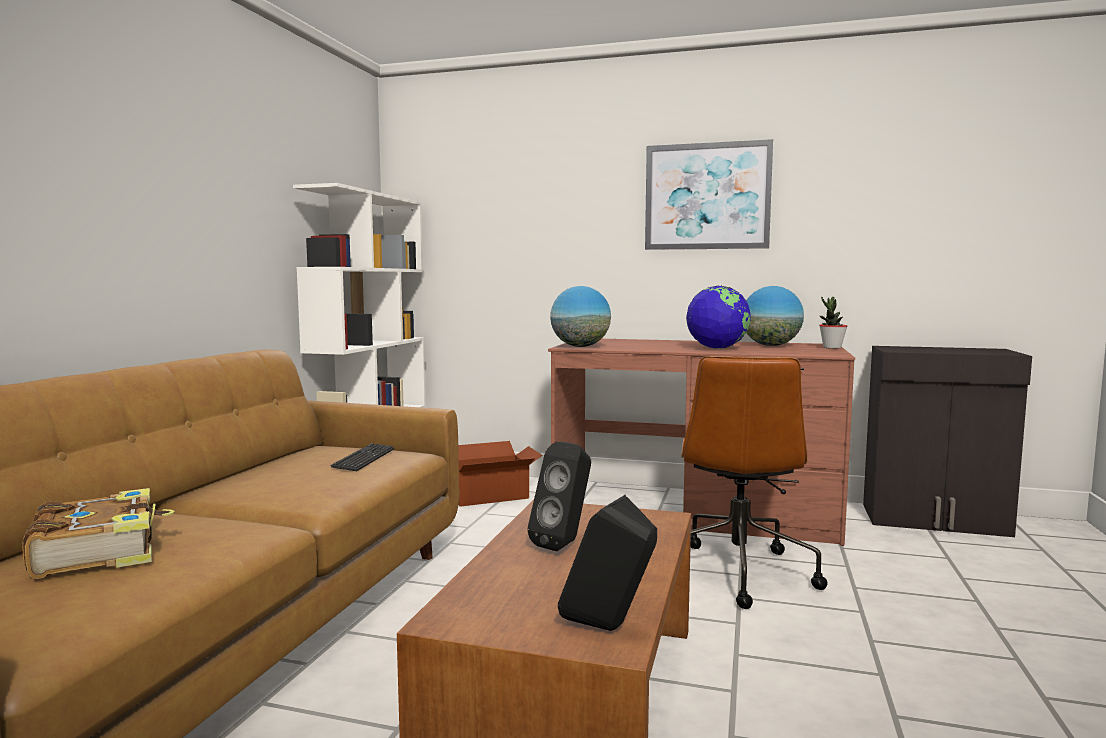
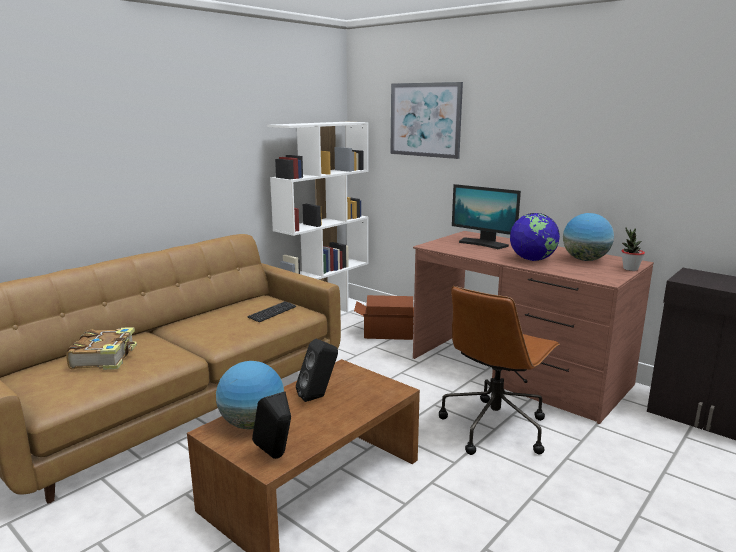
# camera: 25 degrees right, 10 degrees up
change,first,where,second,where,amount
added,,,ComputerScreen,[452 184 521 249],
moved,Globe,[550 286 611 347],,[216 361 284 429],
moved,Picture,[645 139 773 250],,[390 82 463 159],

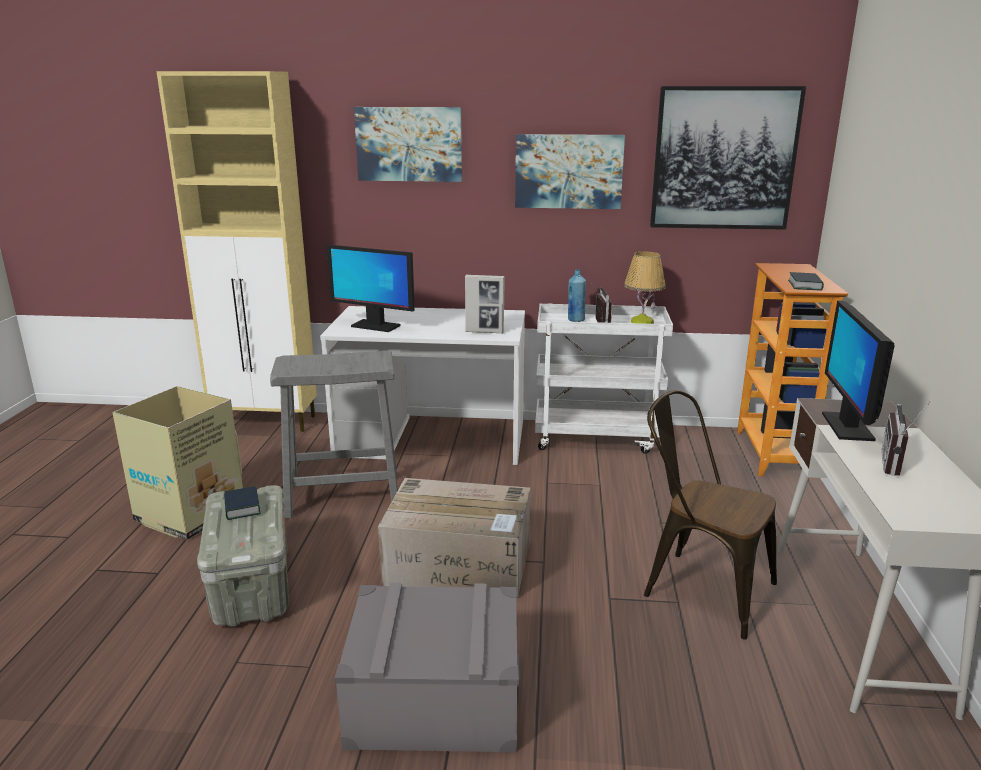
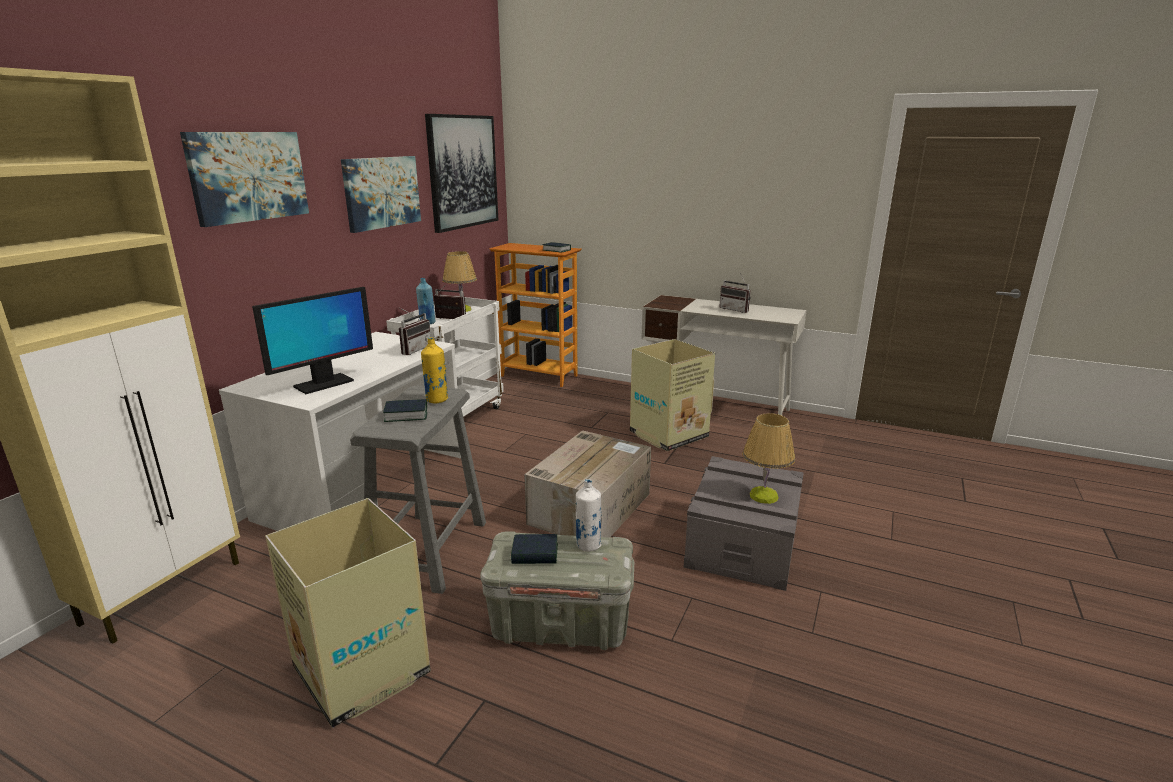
# camera: 70 degrees left, 0 degrees up
change,first,where,second,where,amount
removed,ComputerScreen,[822 300 895 441],,,
added,,,BoundBook,[383 399 427 422],
added,,,YellowishDrinkBottle,[421 338 448 403],
added,,,WhitishDrinkBottle,[576 479 602 552],
added,,,TableLamp,[743 413 795 504],
replaced,PictureFrame,[465 275 505 333],RadioReceiver,[398 307 431 355],
replaced,BrownColouredUprightChair,[644 390 777 640],PackingBox,[630 339 715 451],

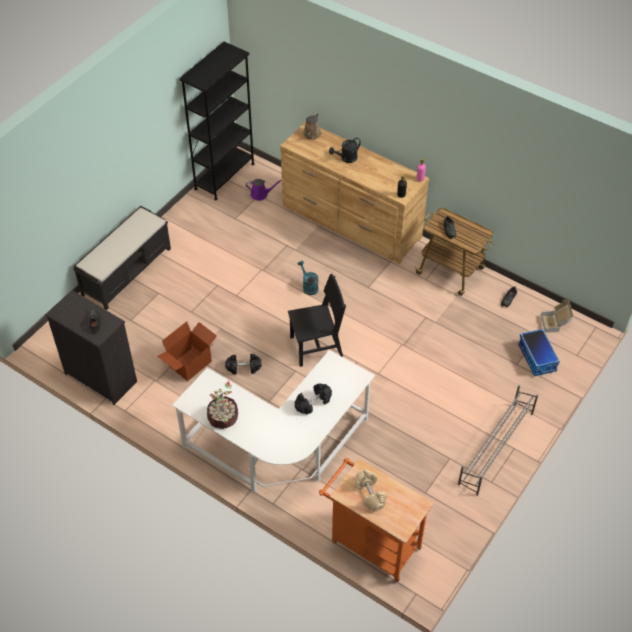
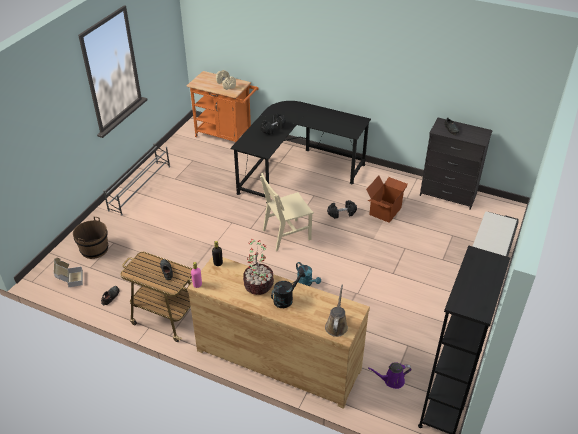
# camera: 170 degrees right, 10 degrees down
change,first,where,second,where,amount
moved,PlantInAPot,[207 381 238 429],,[243 239 274 295],
replaced,StorageBin,[518 328 560 376],BrownColouredBucket,[73 217 108 259],
recoloured,WhitishDeskUnit,[172 350 375 492],BlackColouredDeskUnit,[230 101 371 204],
recoloured,BlackColouredUprightChair,[288 274 346 367],BeigeColouredUprightChair,[260 173 314 251],

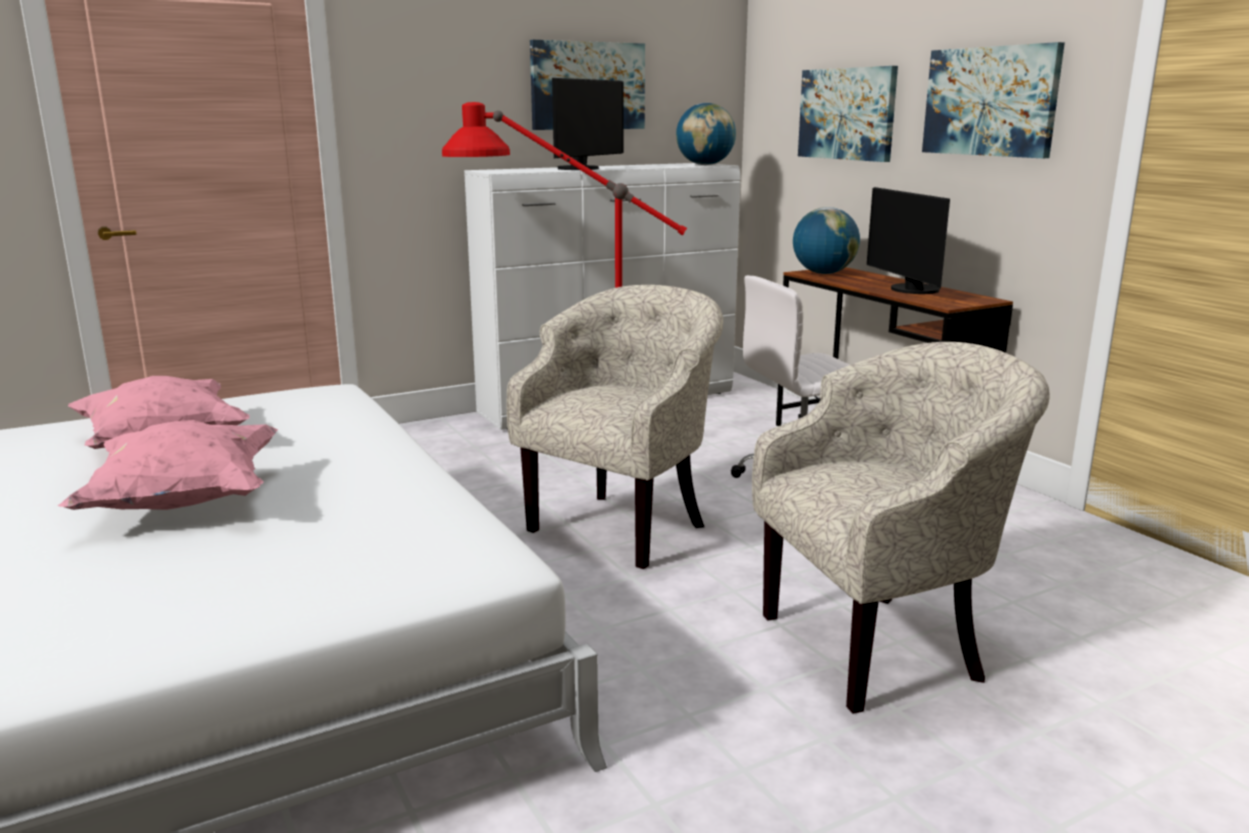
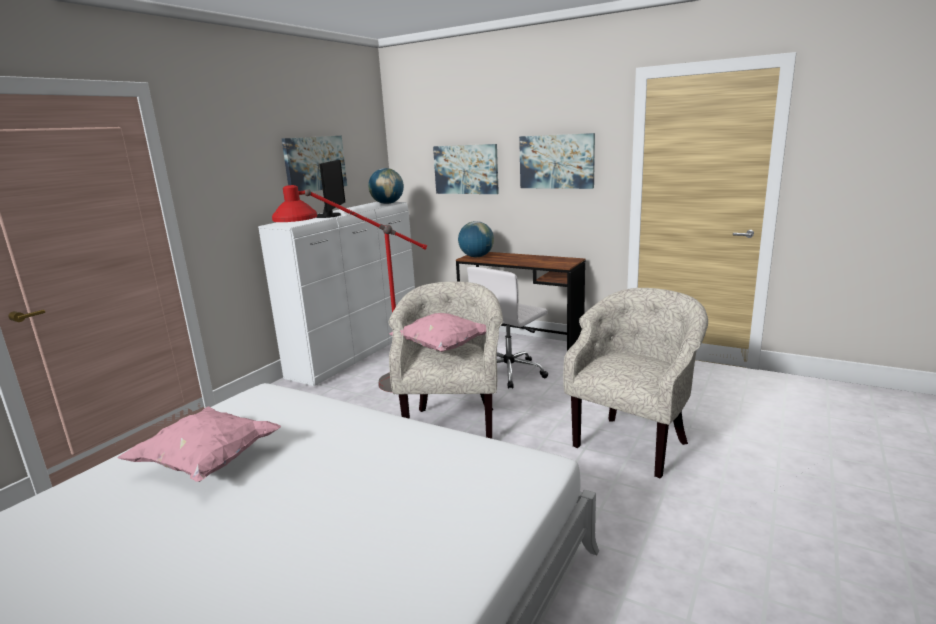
# camera: 30 degrees left, 0 degrees up
change,first,where,second,where,amount
removed,ComputerScreen,[867 187 950 294],,,
moved,PinkColouredPillow,[58 420 278 510],,[389 313 486 352],

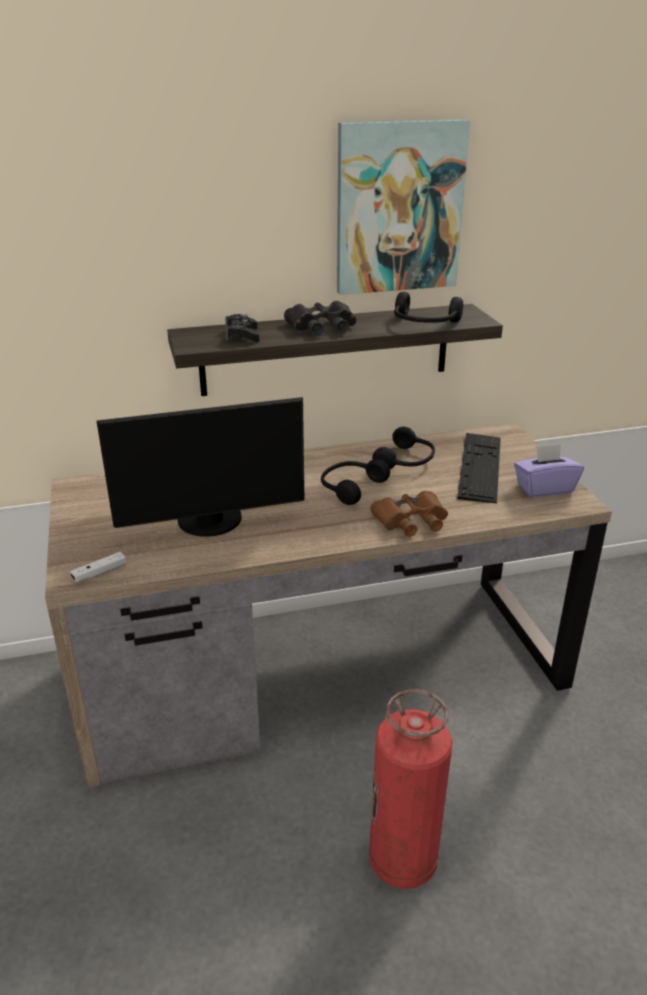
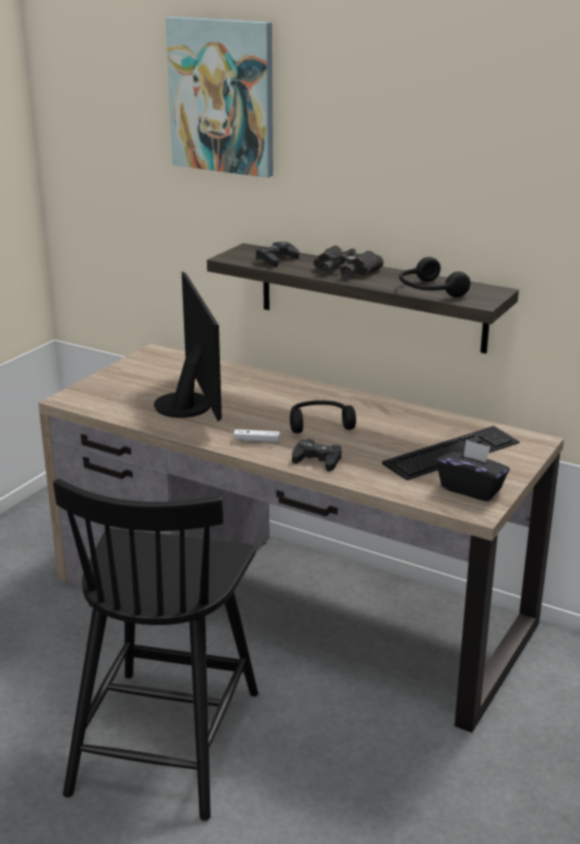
# camera: 45 degrees right, 5 degrees down
change,first,where,second,where,amount
removed,BlackColouredHeadset,[372 427 435 469],,,
moved,WhitishJoypad,[70 552 126 582],,[233 429 280 443],
moved,Picture,[337 119 470 295],,[165 17 273 178],
replaced,Extinguisher,[369 689 453 889],BlackColouredUprightChair,[53 478 258 821],
replaced,BrownColouredBinoculars,[370 491 448 537],BlackColouredJoypad,[292 439 342 472],
recoloured,PurplishTissueHolder,[514 444 584 497],BlackColouredTissueHolder,[437 439 510 501],
turned,ComputerScreen,[97 397 304 537],,[154 272 222 422],135 degrees counterclockwise

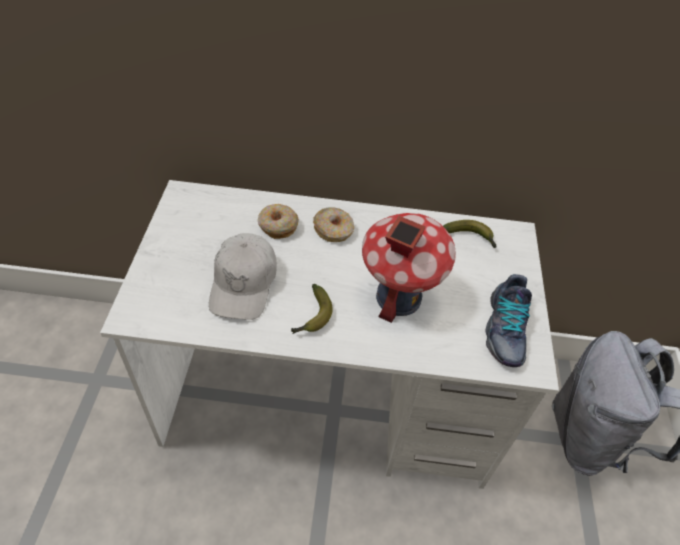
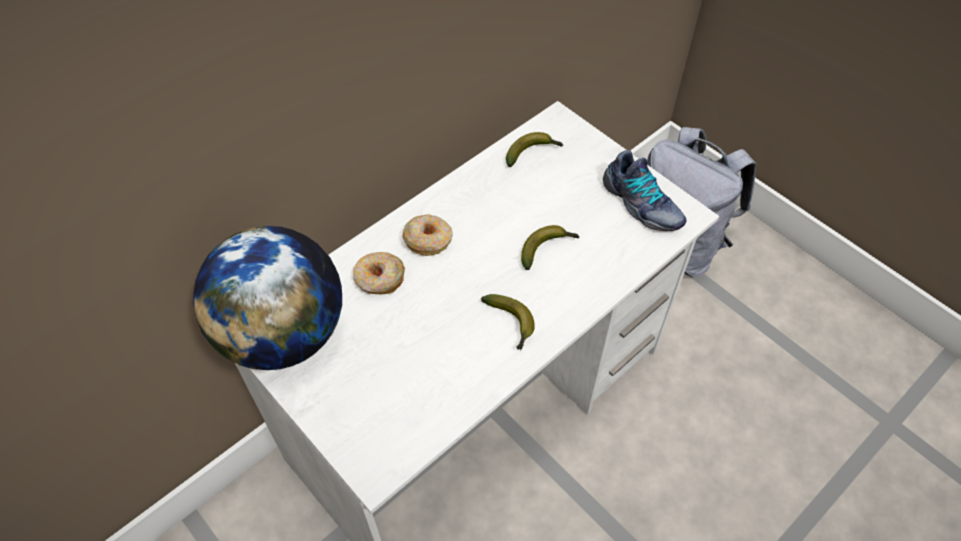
# camera: 45 degrees left, 5 degrees up
change,first,where,second,where,amount
removed,WhitishCap,[209 233 276 320],,,
added,,,Globe,[193 226 342 370],
replaced,MiniatureHouse,[362 213 456 323],BananaFruit,[521 225 579 270],

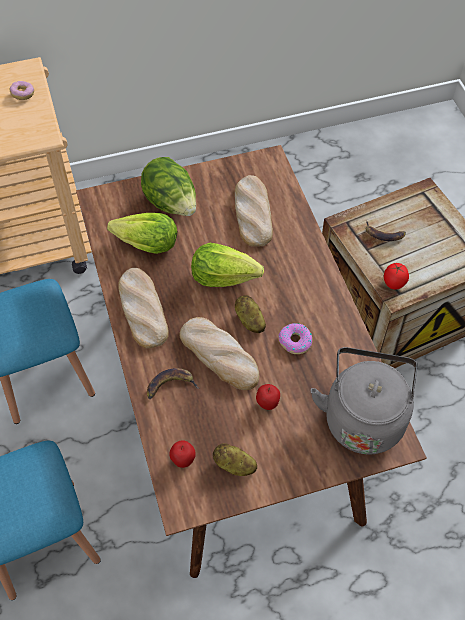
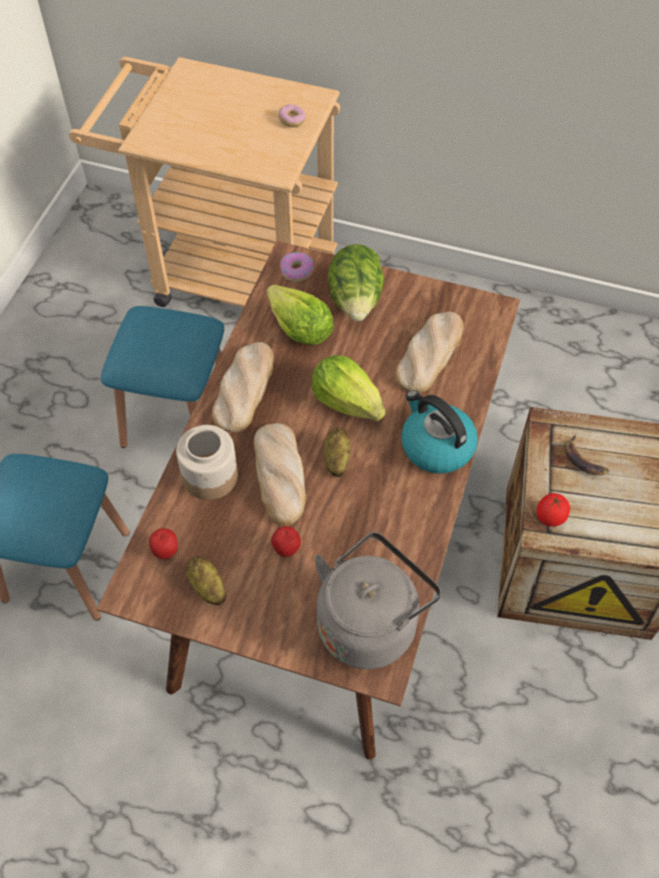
# camera: 35 degrees right, 0 degrees up
change,first,where,second,where,amount
added,,,WaterKettle,[401 390 478 474],
moved,RingDoughnut,[278 323 312 354],,[280 252 314 282],
replaced,BananaFruit,[147 368 199 399],StorageJar,[176 425 238 500],

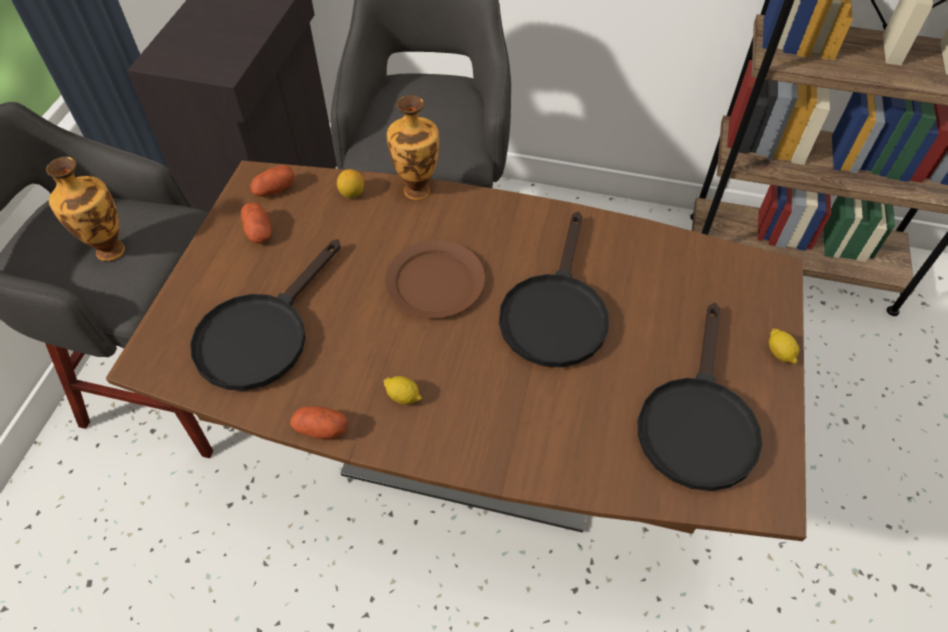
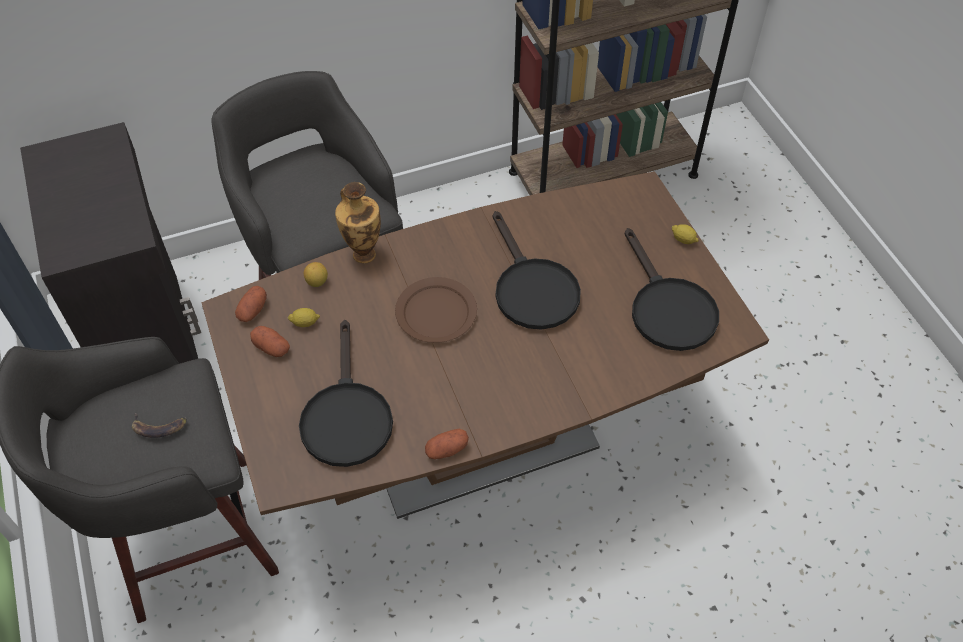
# camera: 35 degrees left, 0 degrees up
change,first,where,second,where,amount
moved,Lemon,[383 376 422 405],,[287 308 320 327],
replaced,FlowerVase,[46 157 125 261],BananaFruit,[132 413 187 438],

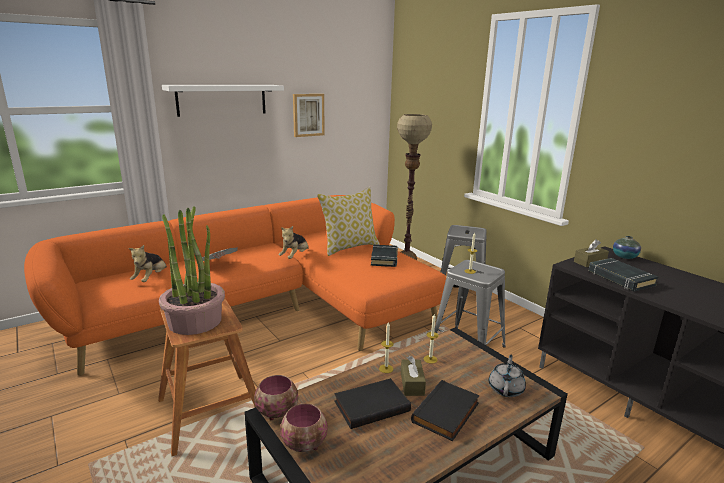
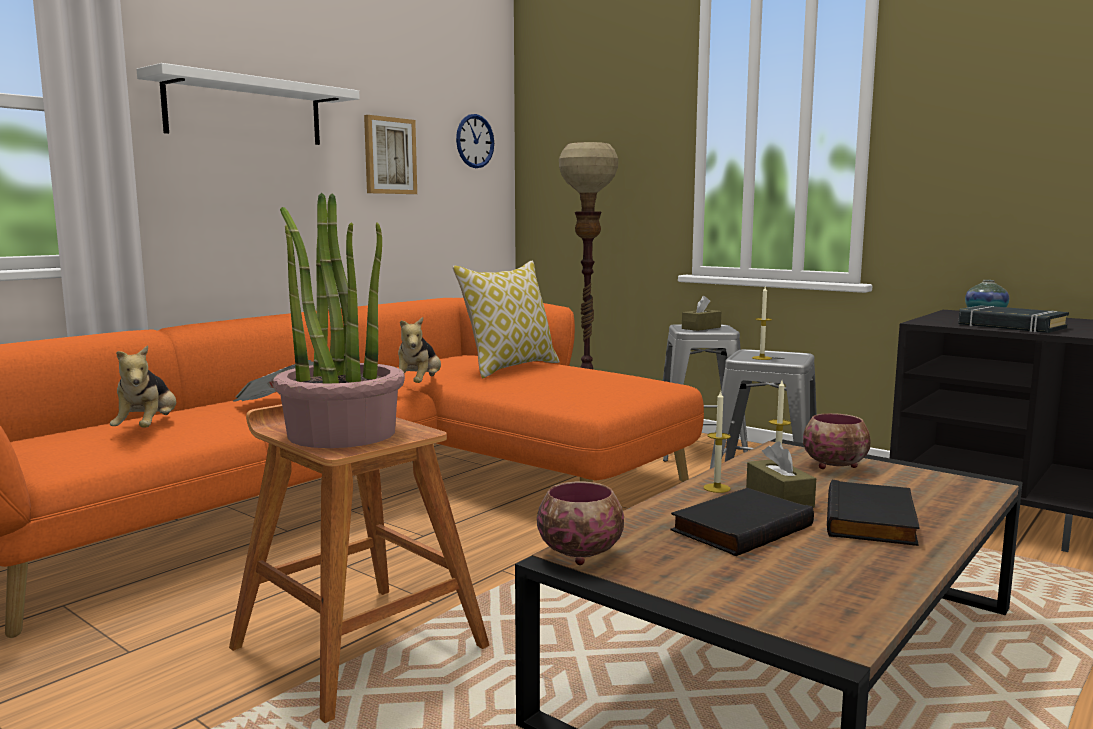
# camera: 15 degrees left, 10 degrees down
change,first,where,second,where,amount
removed,BlackColouredBoundBook,[371 245 398 267],,,
removed,GreyishTeapot,[489 355 526 397],,,
added,,,HangingClock,[456 114 494 168],
moved,DeepDish,[280 403 328 452],,[803 413 871 469],
moved,BrownColouredTissueHolder,[574 239 609 267],,[682 296 721 331],

